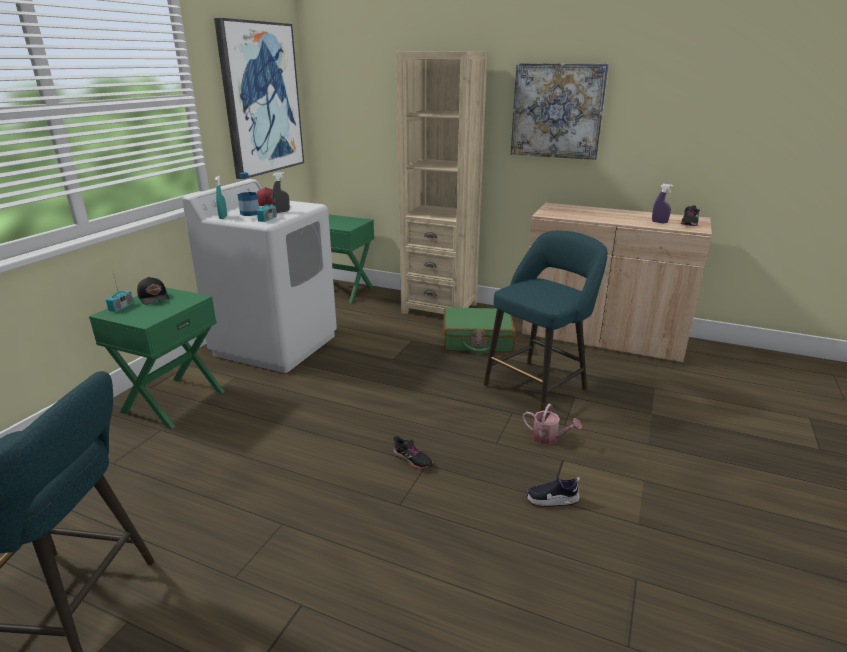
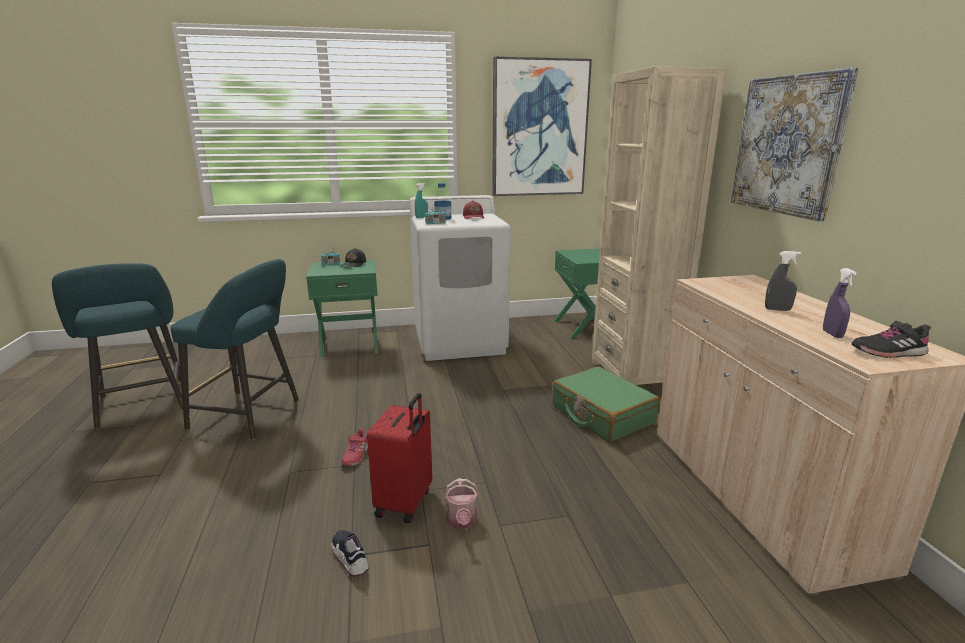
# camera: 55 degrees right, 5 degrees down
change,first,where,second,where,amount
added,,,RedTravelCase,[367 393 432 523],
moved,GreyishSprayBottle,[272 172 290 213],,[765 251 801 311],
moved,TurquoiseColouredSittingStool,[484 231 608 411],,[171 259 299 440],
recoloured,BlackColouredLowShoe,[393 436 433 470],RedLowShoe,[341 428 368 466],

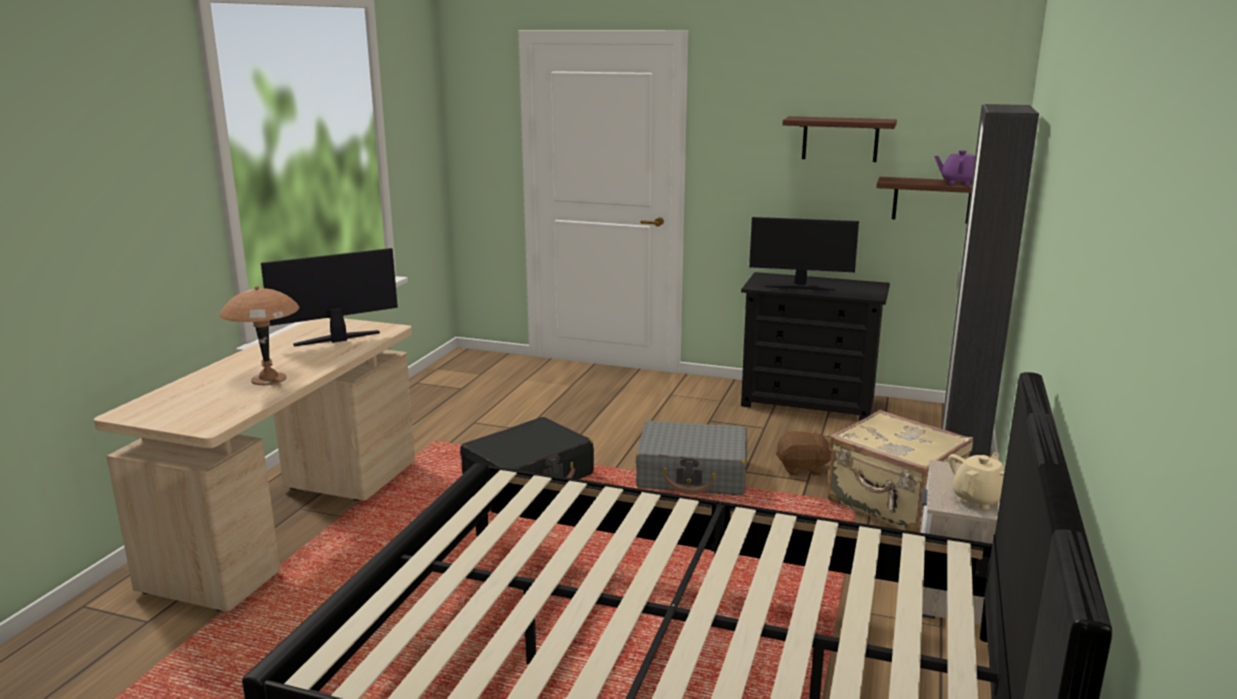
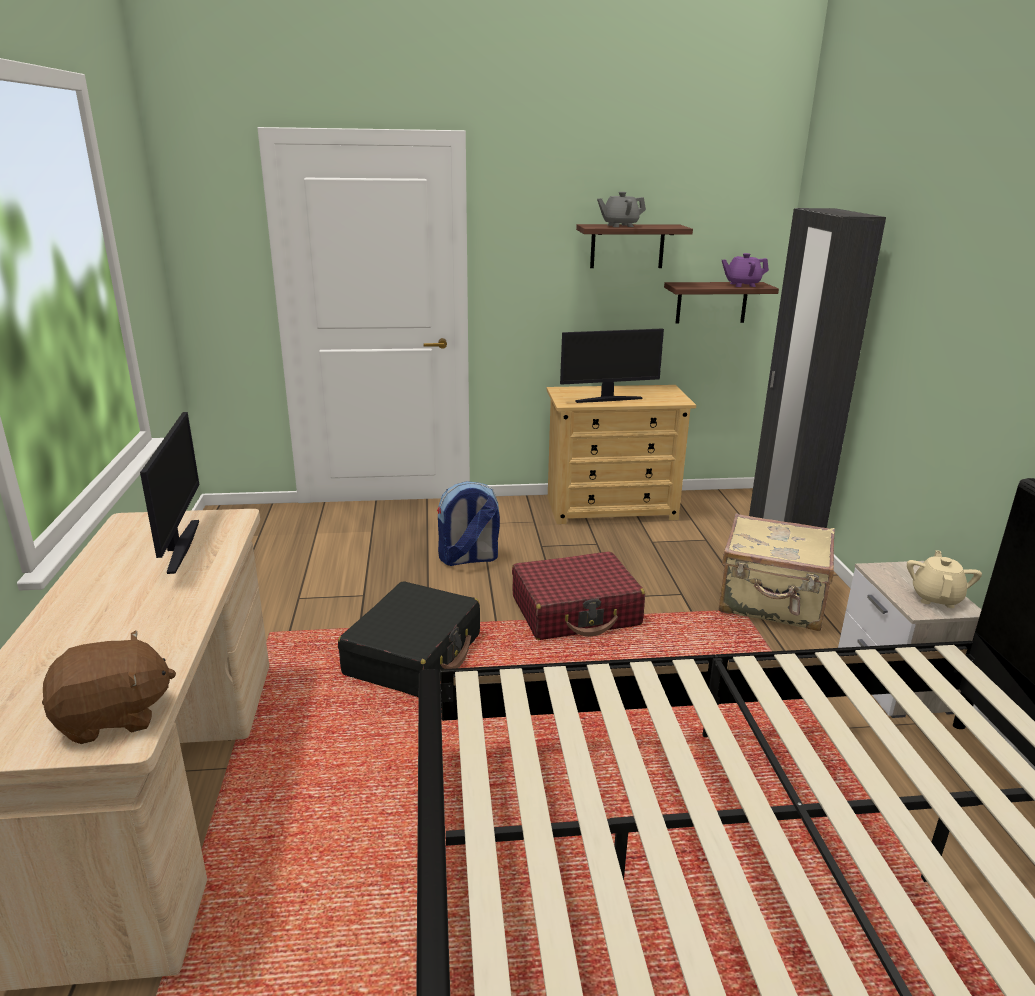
# camera: 25 degrees left, 5 degrees up
change,first,where,second,where,amount
removed,BrownColouredTableLamp,[219 286 299 385],,,
added,,,Rucksack,[437 481 500 566],
added,,,GreyishTeapot,[597 192 646 227],
moved,BrownColouredSoftToy,[776 431 832 476],,[42 630 176 744],
recoloured,GreyishTravelCase,[635 421 747 495],RedTravelCase,[512 552 645 640],
recoloured,BlackColouredDrawerChest,[741 272 890 421],BeigeColouredDrawerChest,[546 385 696 524],
turned,ComputerScreen,[261 248 398 347],,[140 412 199 574],135 degrees clockwise

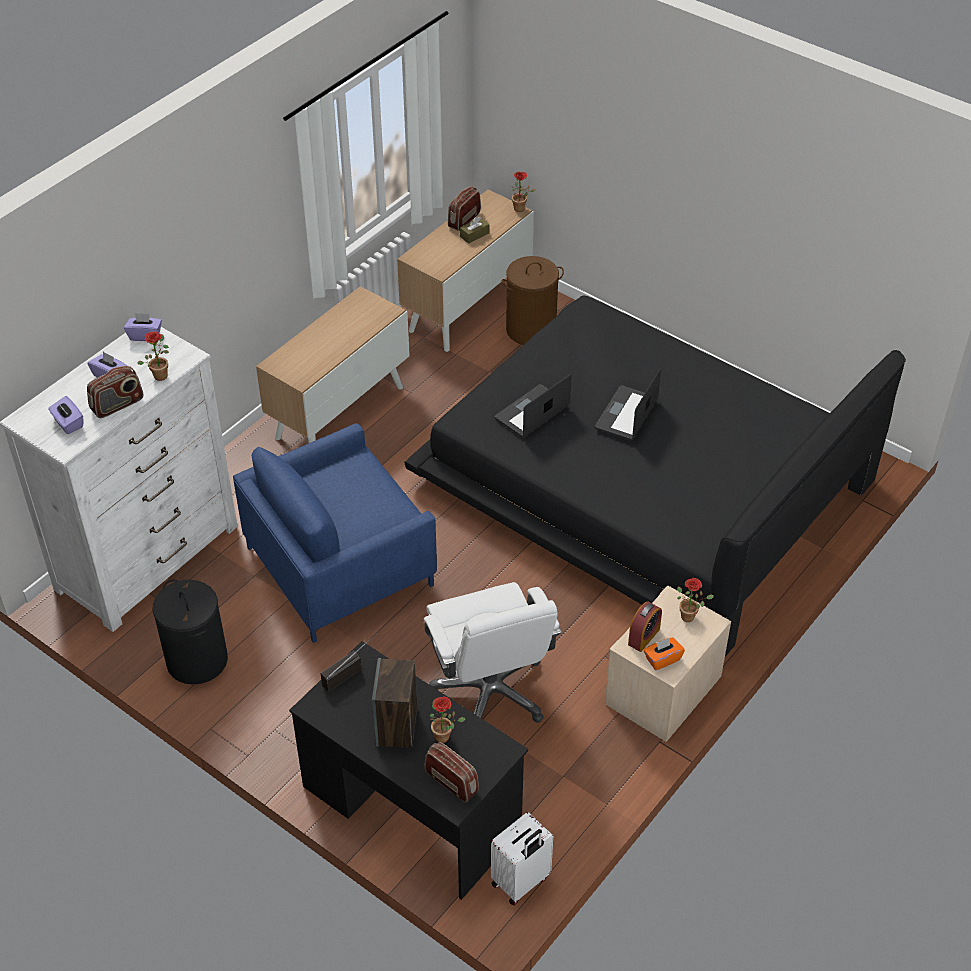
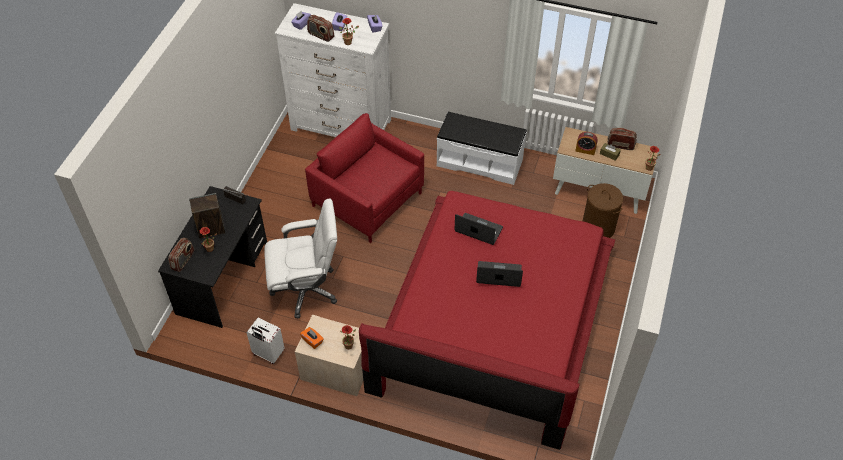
# camera: 70 degrees right, 5 degrees up
change,first,where,second,where,amount
removed,BlackColouredLaundryBasket,[153 580 228 685],,,
moved,WhitishTravelCase,[491 812 553 906],,[246 318 285 364],
moved,TableClock,[628 601 662 652],,[575 132 598 155],
replaced,StorageCabinet,[256 286 409 443],WhitishBench,[437 112 526 185],
recoloured,BluishArmchair,[233 423 437 643],RedArmchair,[305 113 424 243],
recoloured,BlackColouredSleepingBed,[404 295 906 657],RedSleepingBed,[359 191 615 450],
turned,WhitishOfficeChair,[424 582 562 723],,[264 198 337 319],150 degrees counterclockwise

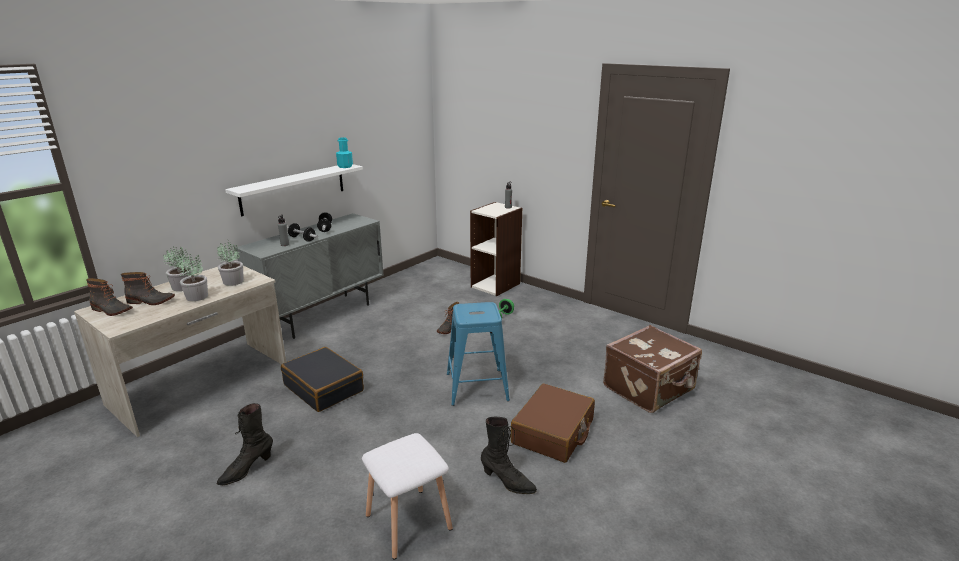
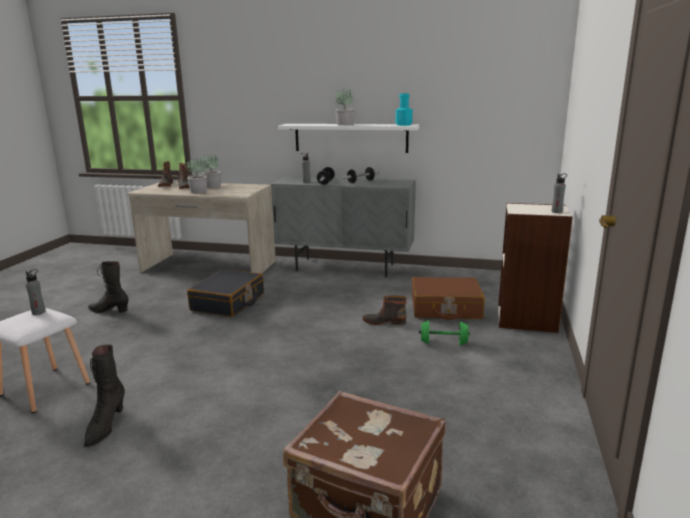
# camera: 65 degrees right, 5 degrees down
change,first,where,second,where,amount
removed,BluishSittingStool,[447 302 510 406],,,
added,,,GreyishDrinkBottle,[26 269 45 315],
moved,PlantInAPot,[217 240 244 286],,[335 89 355 126],
moved,BrownColouredTravelCase,[511 383 595 463],,[412 277 485 320],

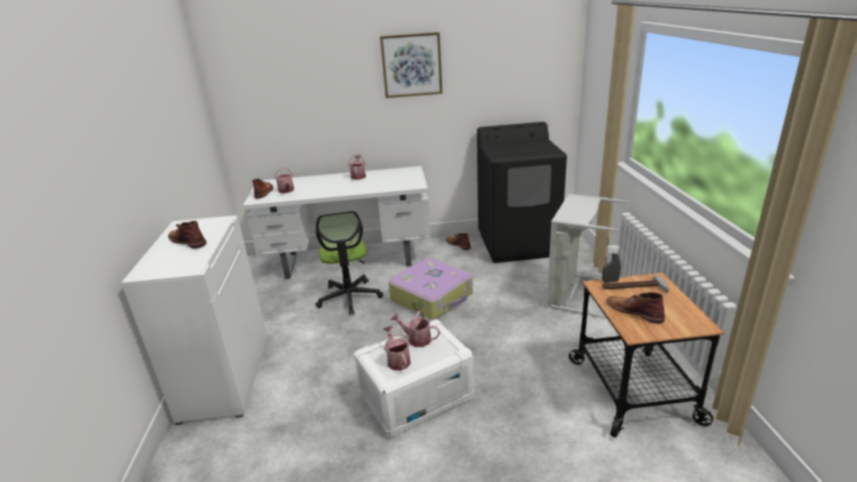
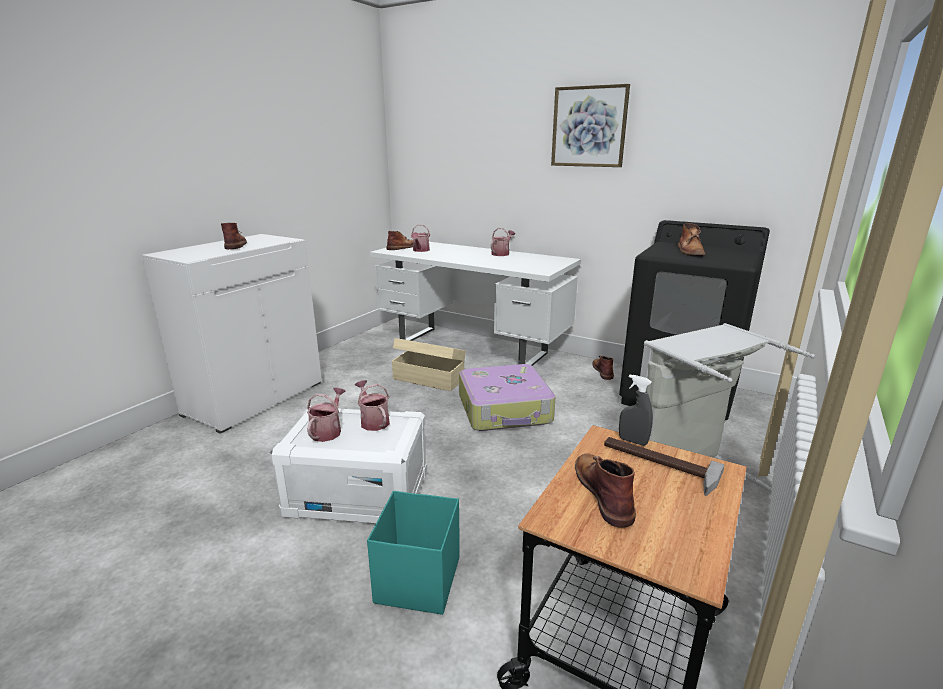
# camera: 35 degrees right, 5 degrees down
change,first,where,second,where,amount
added,,,TurquoiseColouredStorageBin,[367 491 460 615],
added,,,BrownColouredTallBoot,[677 223 706 257],
replaced,OfficeChair,[315 211 383 315],BeigeColouredStorageBin,[392 338 466 391],

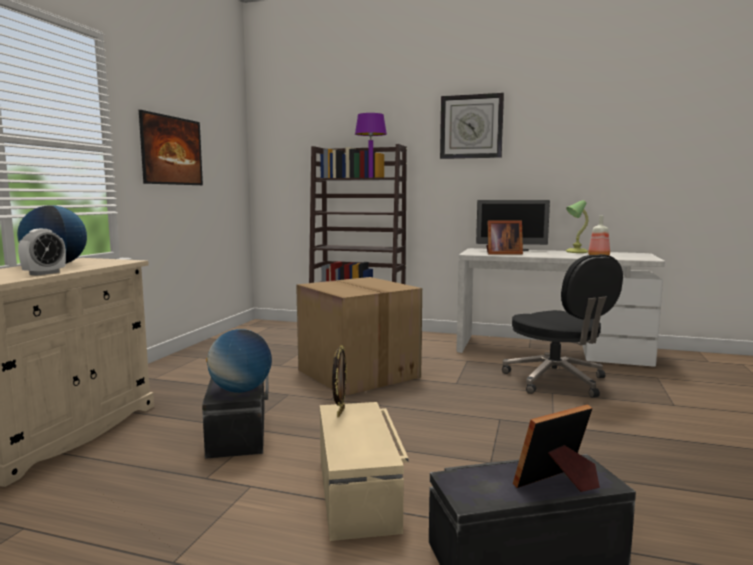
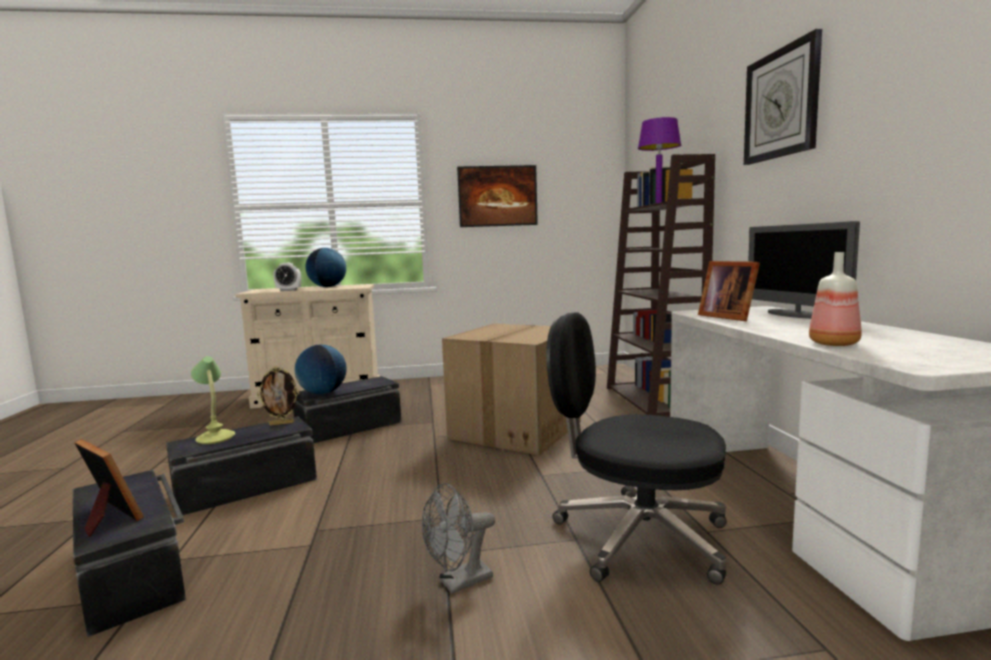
# camera: 65 degrees right, 0 degrees up
change,first,where,second,where,amount
added,,,GreyishFan,[422 483 495 594],
moved,TableLamp,[566 200 589 253],,[191 356 235 444],
recoloured,BeigeColouredStorageBin,[320 402 409 541],BlackColouredStorageBin,[166 416 317 515],
turned,BlackColouredOfficeChair,[502 254 623 397],,[546 313 727 584],75 degrees clockwise

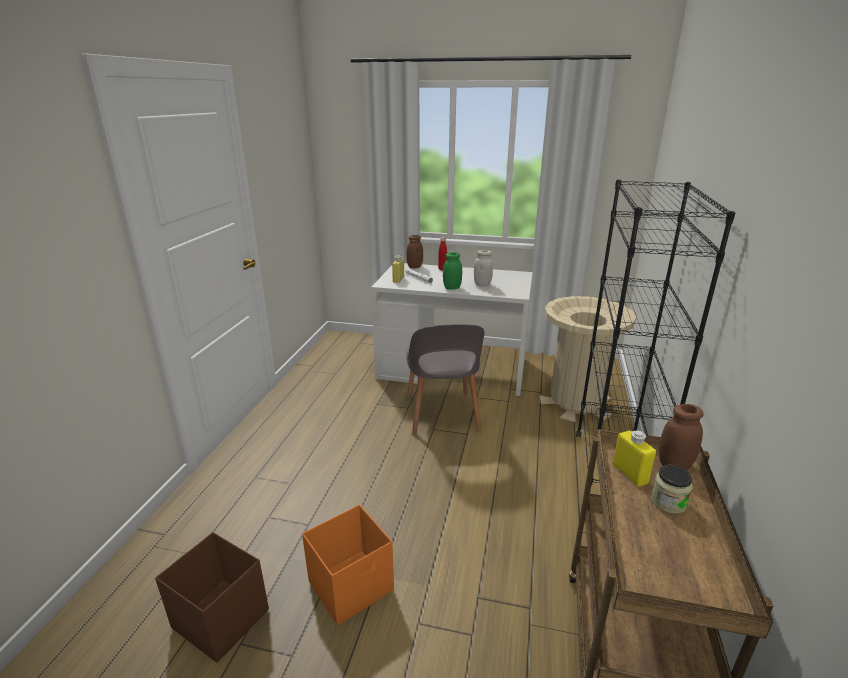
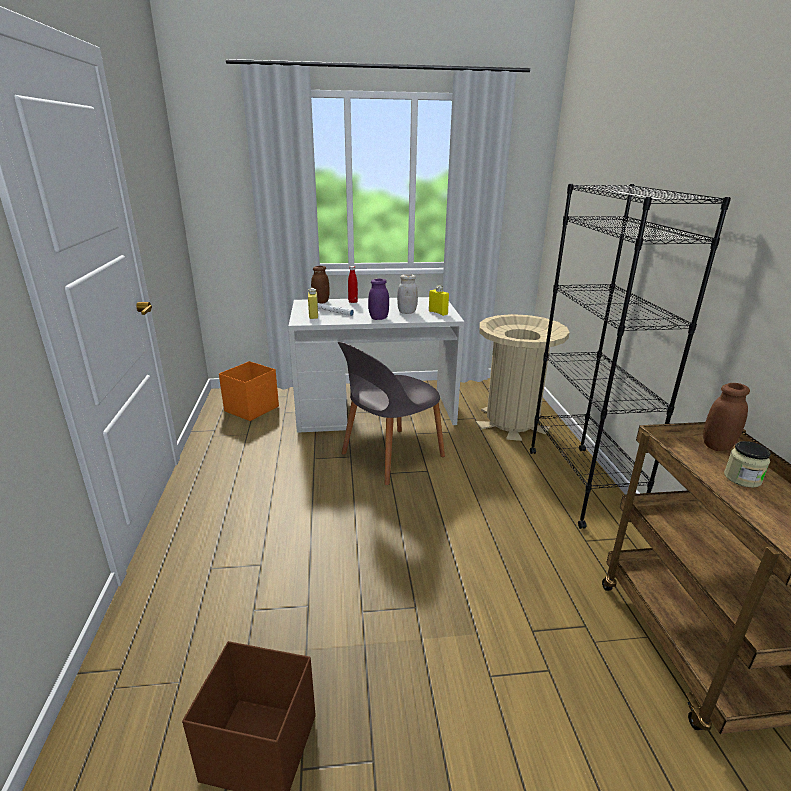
# camera: 20 degrees left, 0 degrees up
change,first,where,second,where,amount
moved,OrangeyStorageBin,[302 505 394 625],,[219 361 279 421],
moved,YellowishDrinkBottle,[612 431 656 487],,[429 286 449 316],
recoloured,GreenColouredStorageJar,[443 252 462 290],PurplishStorageJar,[368 279 389 320],
turned,GreyishUprightChair,[407 324 484 435],,[338 342 445 485],75 degrees clockwise

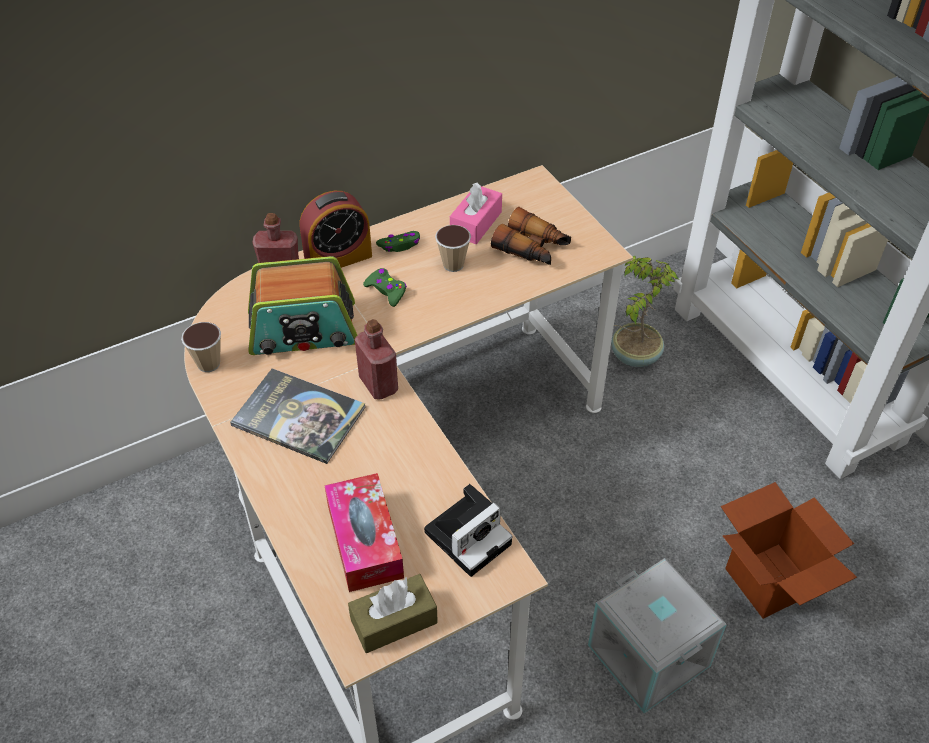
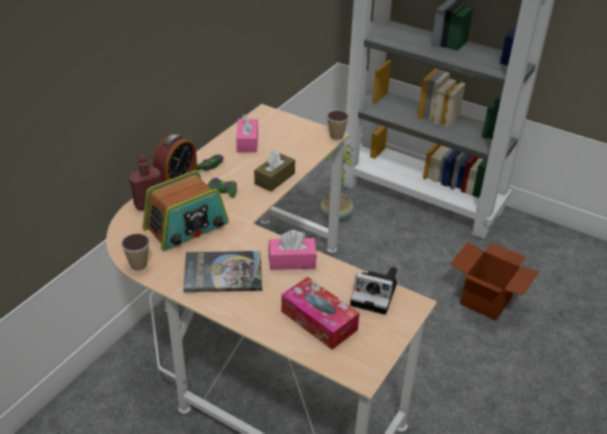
# camera: 30 degrees left, 10 degrees down
change,first,where,second,where,amount
removed,RedDrinkBottle,[355 319 398 399],,,
removed,Binoculars,[491 207 571 265],,,
removed,GreyishStorageBin,[588 558 727 713],,,
added,,,PinkColouredTissueHolder,[269 230 317 270],
moved,BrownColouredTissueHolder,[348 574 438 653],,[254 150 295 192],
moved,DrinkingCup,[435 225 471 272],,[327 111 349 140],
turned,StillCamera,[424 484 513 577],,[350 267 397 315],90 degrees clockwise

